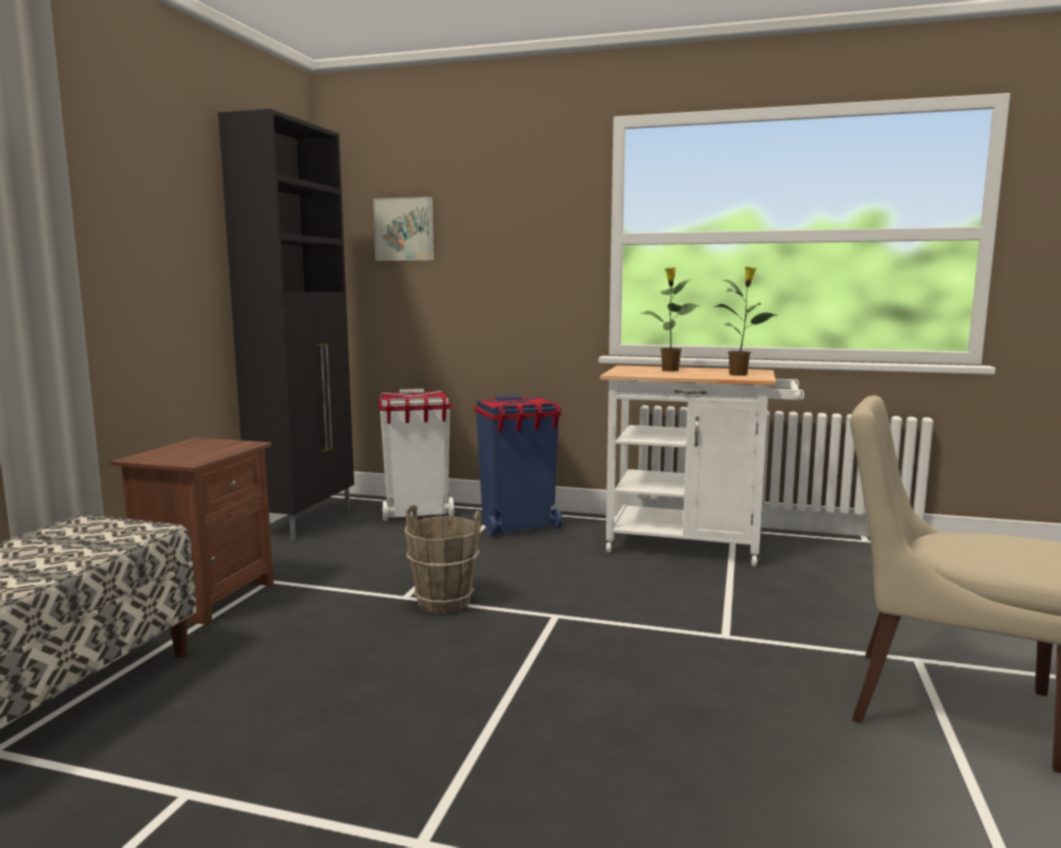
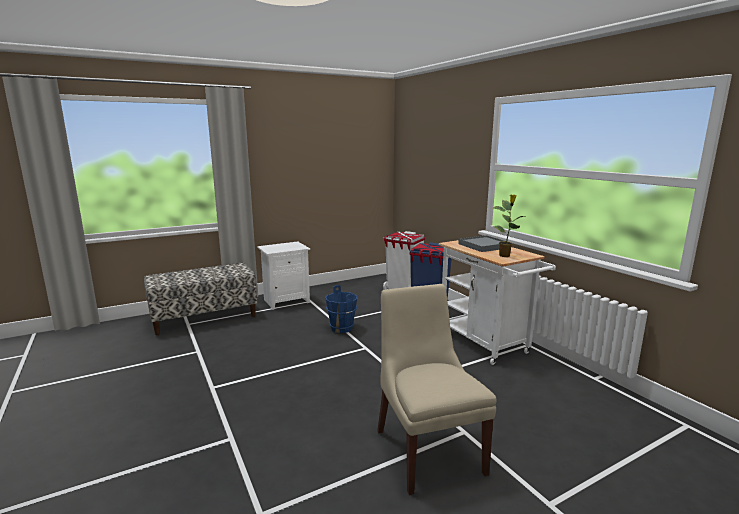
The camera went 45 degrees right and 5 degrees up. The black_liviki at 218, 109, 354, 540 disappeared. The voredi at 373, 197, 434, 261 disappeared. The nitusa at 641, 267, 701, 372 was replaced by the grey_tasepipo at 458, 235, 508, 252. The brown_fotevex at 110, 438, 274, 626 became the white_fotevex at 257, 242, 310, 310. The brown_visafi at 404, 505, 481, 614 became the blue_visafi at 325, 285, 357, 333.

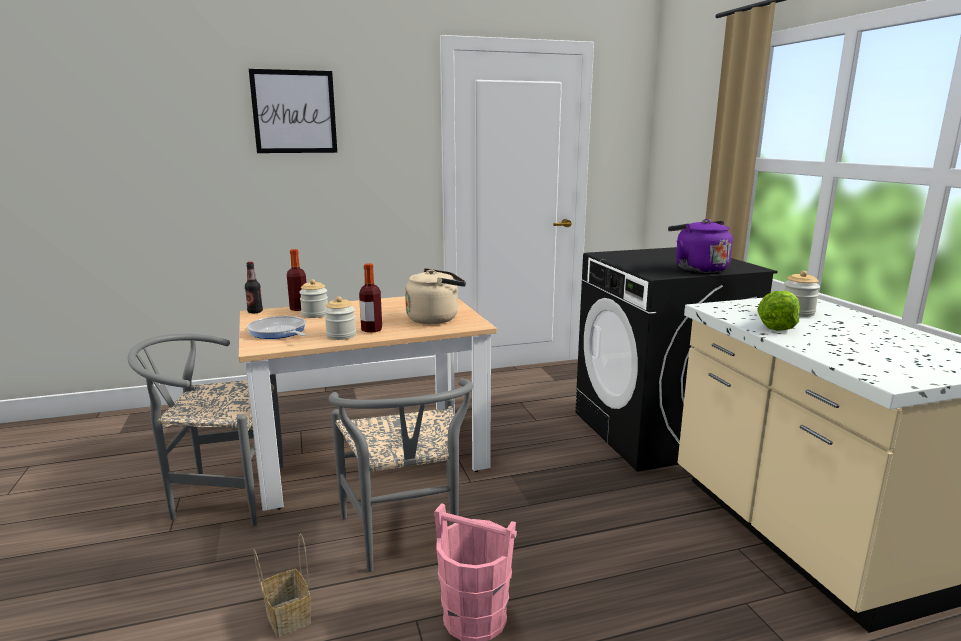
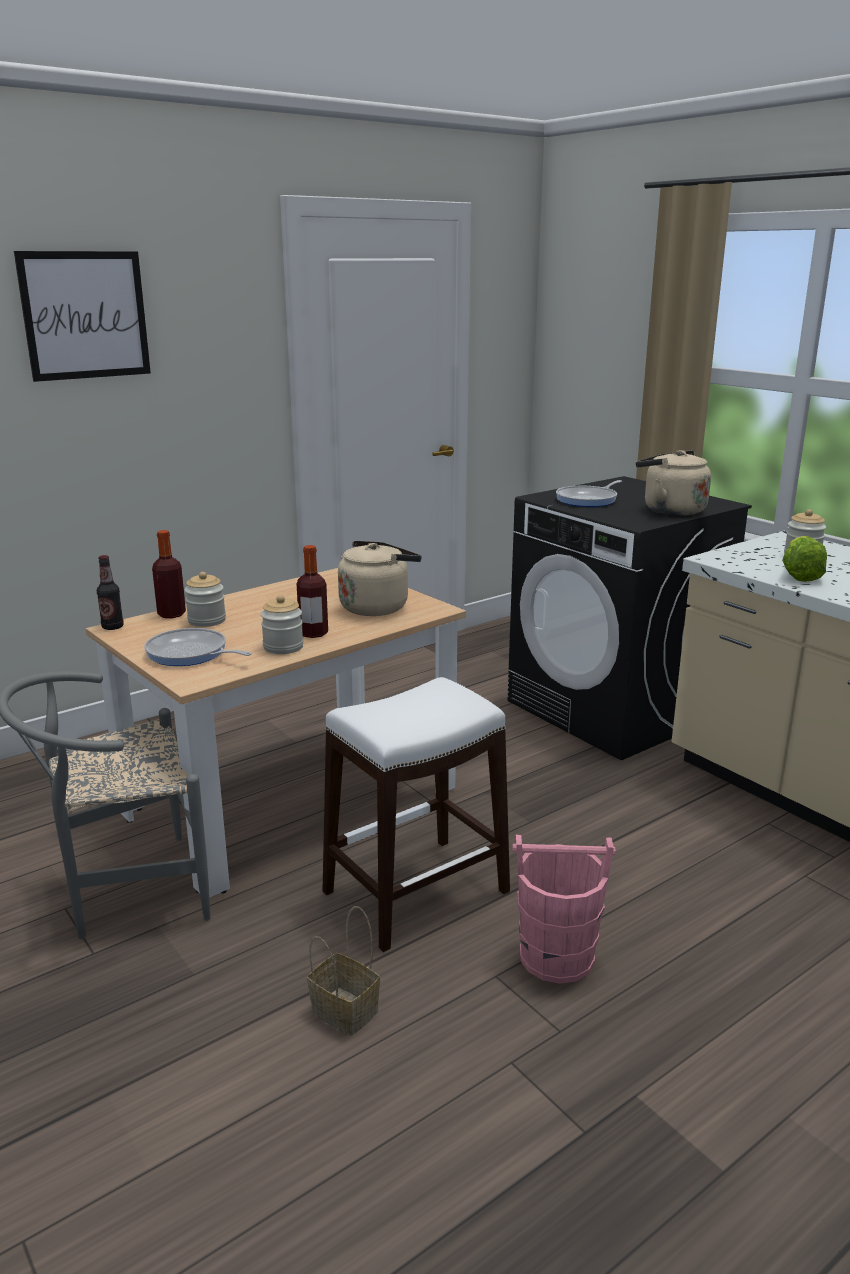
The camera went 20 degrees left and 5 degrees up. The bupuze at 556, 480, 622, 507 appeared. The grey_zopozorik at 329, 378, 473, 572 was replaced by the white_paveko at 323, 677, 510, 952. The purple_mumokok at 668, 219, 733, 273 became the beige_mumokok at 636, 450, 711, 516.

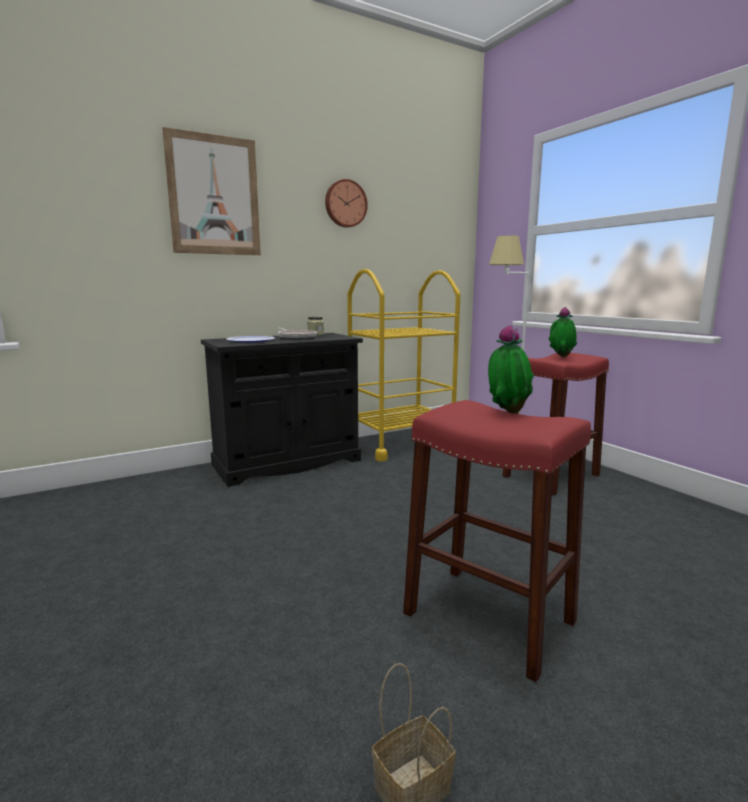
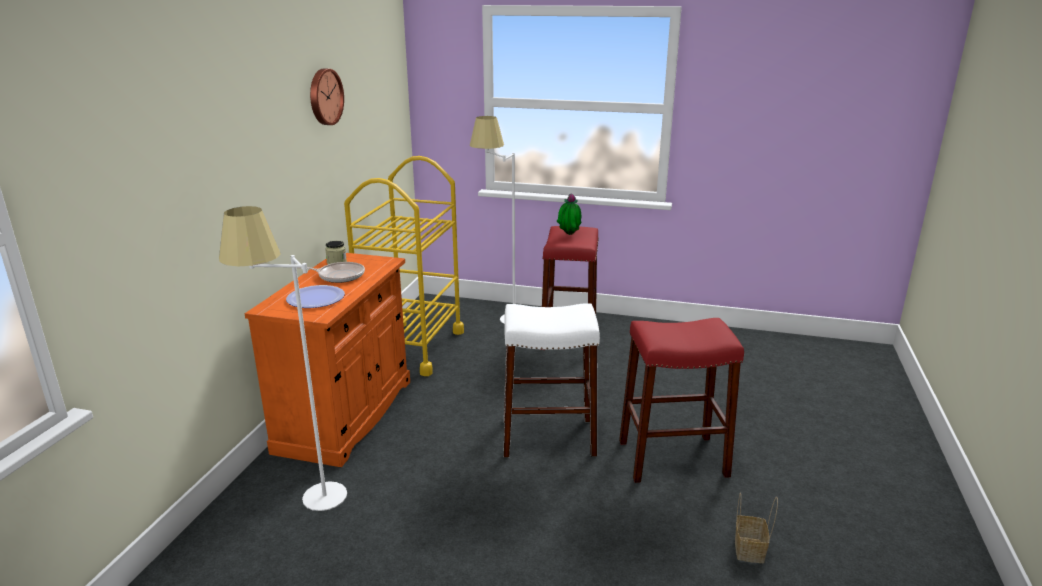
The camera went 45 degrees left and 10 degrees up. The voredi at 162, 127, 261, 255 disappeared. The nitusa at 488, 325, 534, 414 disappeared. The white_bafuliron at 219, 206, 347, 511 appeared. The white_paveko at 503, 303, 600, 458 appeared. The black_liviki at 201, 333, 363, 487 became the orange_liviki at 245, 253, 410, 467.

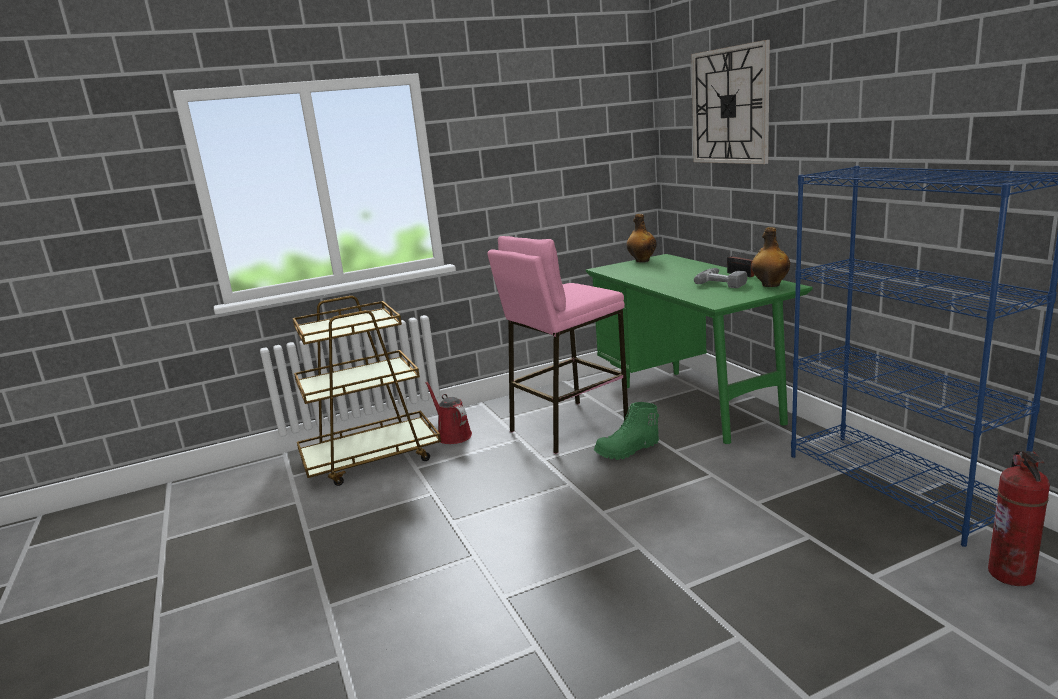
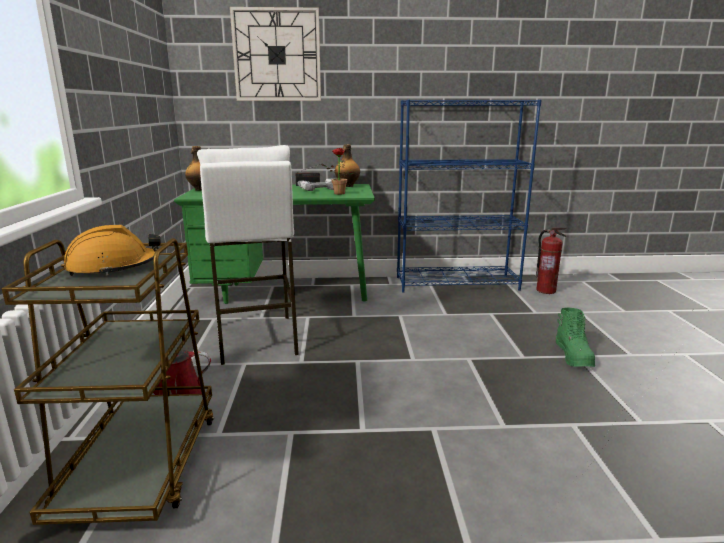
The camera went 70 degrees left and 0 degrees up. The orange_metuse at 64, 225, 161, 276 appeared. The nitusa at 321, 148, 353, 195 appeared. The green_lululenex moved from 594, 402, 659, 460 to 556, 308, 595, 367. The pink_paveko at 487, 236, 628, 454 became the white_paveko at 197, 145, 299, 365.

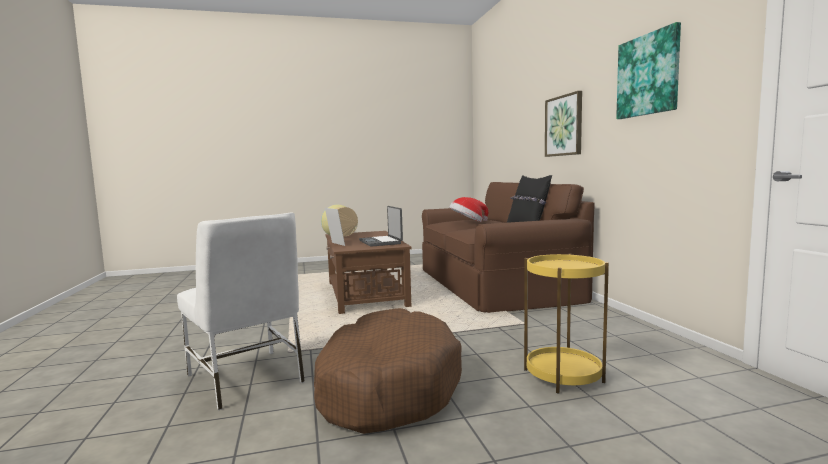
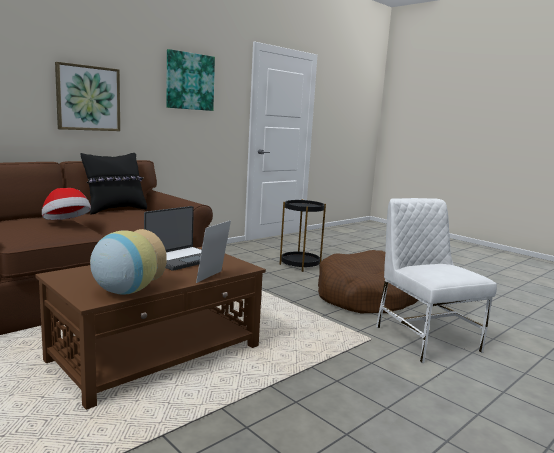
The camera went 120 degrees left and 5 degrees up. The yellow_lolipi at 524, 253, 609, 393 became the black_lolipi at 280, 199, 326, 272. The white_zopozorik at 177, 213, 305, 411 turned 45 degrees counterclockwise.

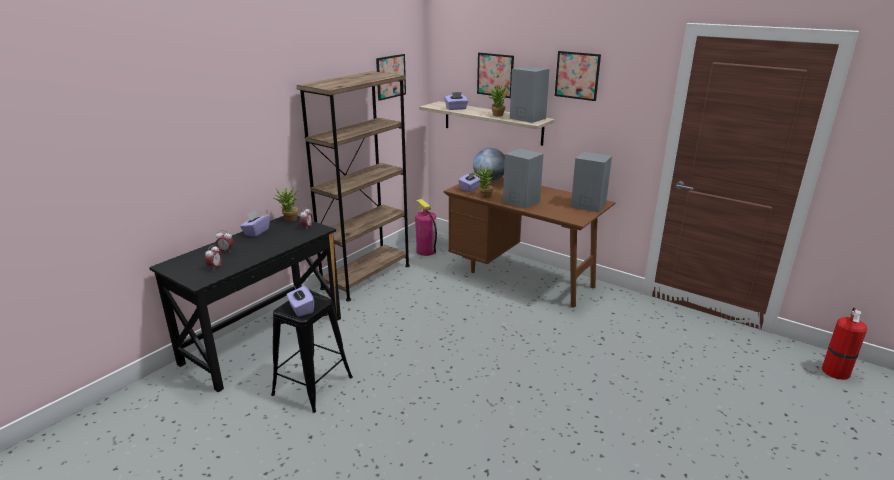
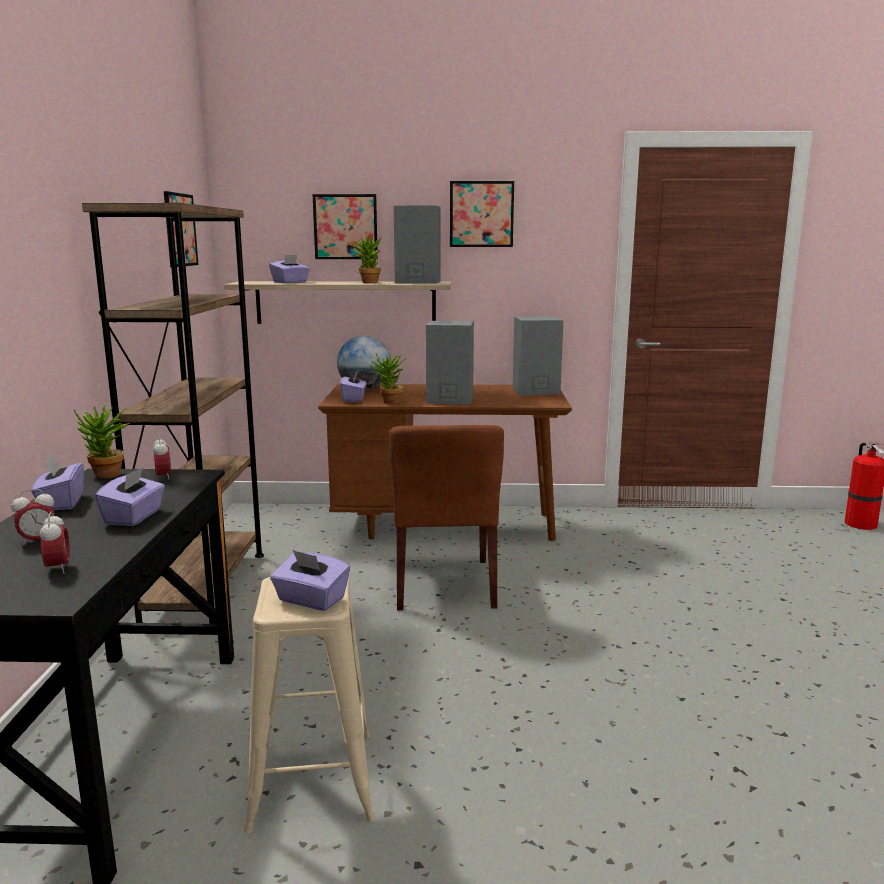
The camera went 35 degrees left and 10 degrees down. The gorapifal at 415, 199, 437, 256 disappeared. The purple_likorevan at 95, 467, 165, 526 appeared. The brown_zopozorik at 389, 425, 504, 610 appeared. The black_paveko at 271, 294, 353, 413 became the beige_paveko at 245, 577, 375, 833.

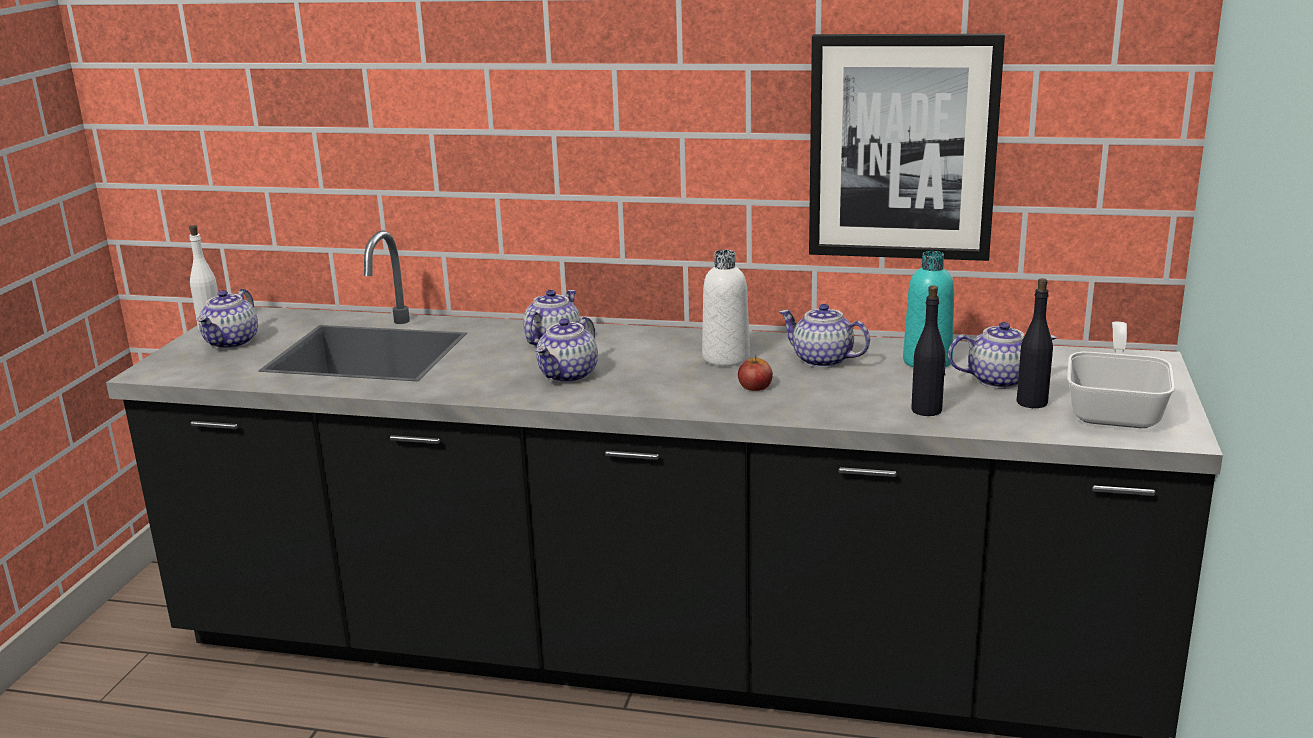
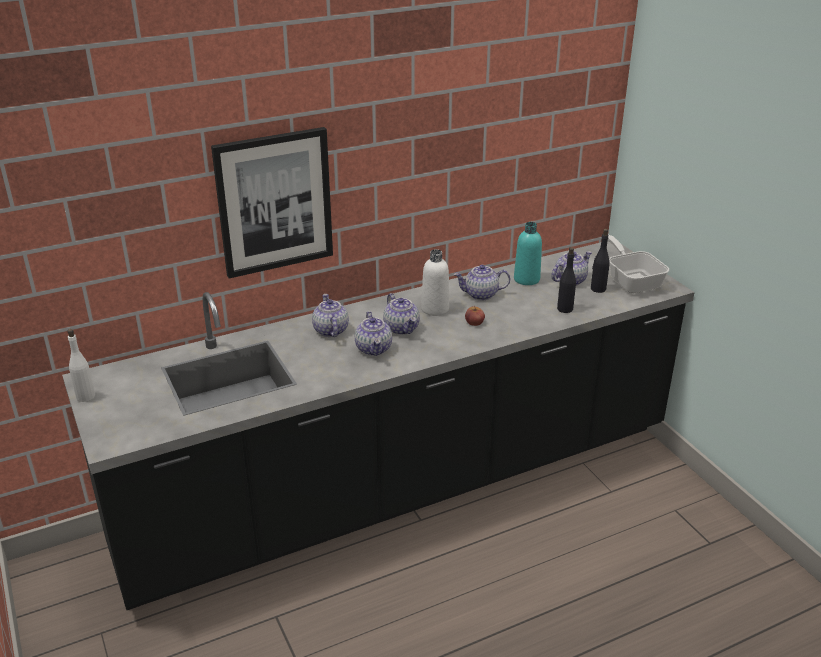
The camera went 40 degrees left and 10 degrees up. The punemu moved from 197, 289, 258, 349 to 383, 293, 420, 335. The voredi moved from 809, 34, 1005, 261 to 211, 127, 333, 278.

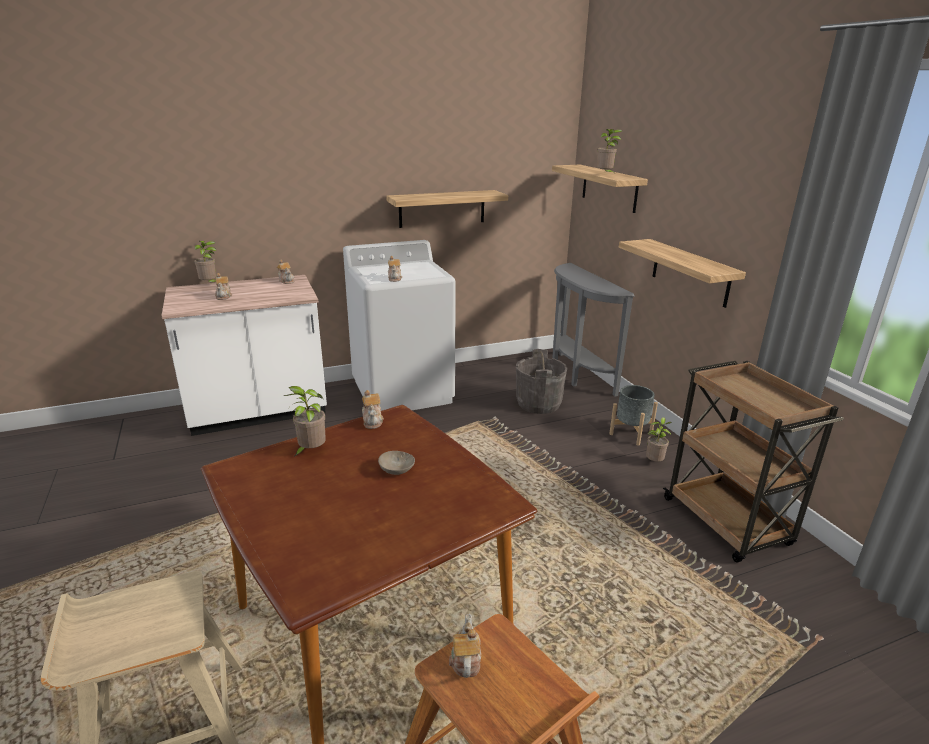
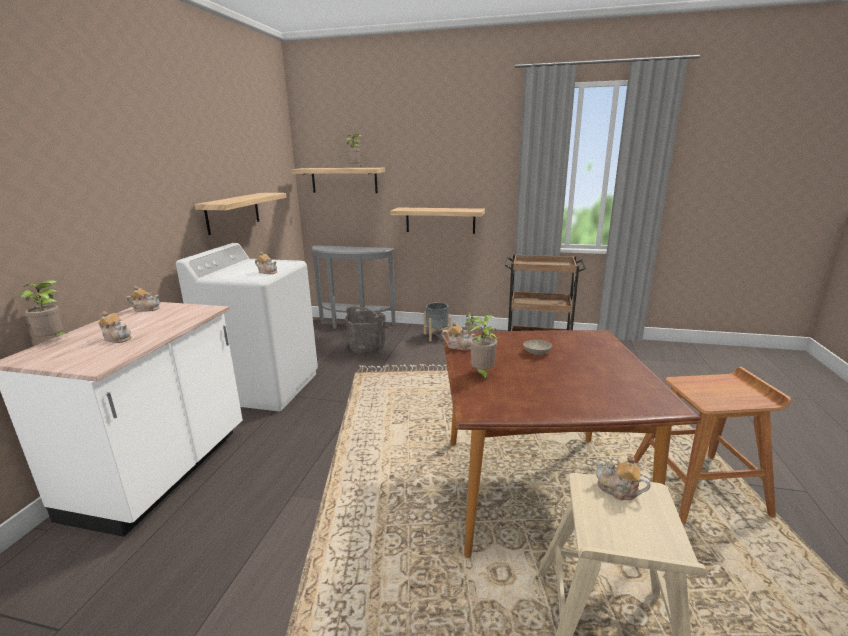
The camera went 55 degrees left and 5 degrees down. The punemu moved from 449, 614, 481, 678 to 595, 455, 651, 501.

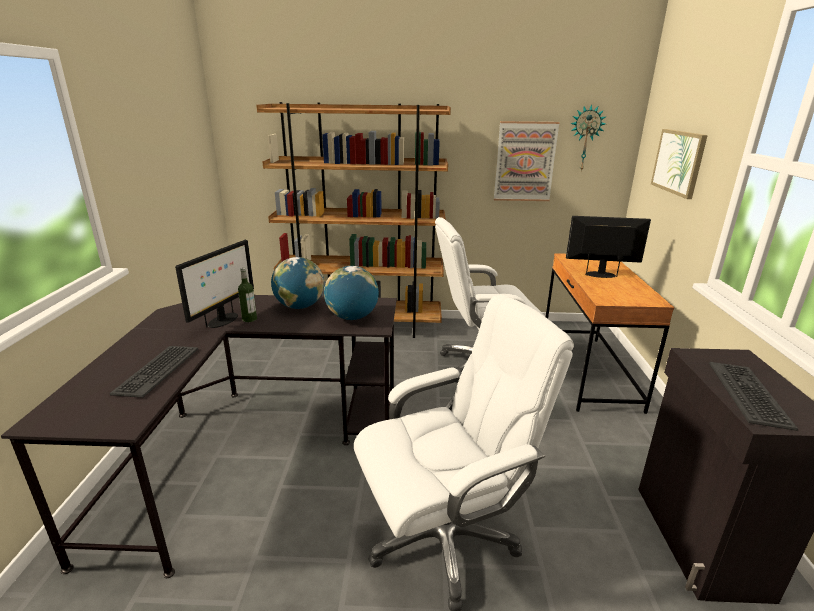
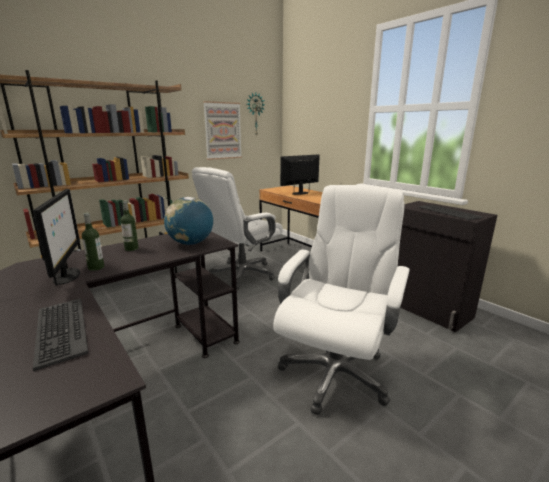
The camera went 40 degrees left and 5 degrees down. The voredi at 651, 129, 708, 199 disappeared. The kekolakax at 271, 257, 324, 309 was replaced by the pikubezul at 120, 200, 139, 251.

